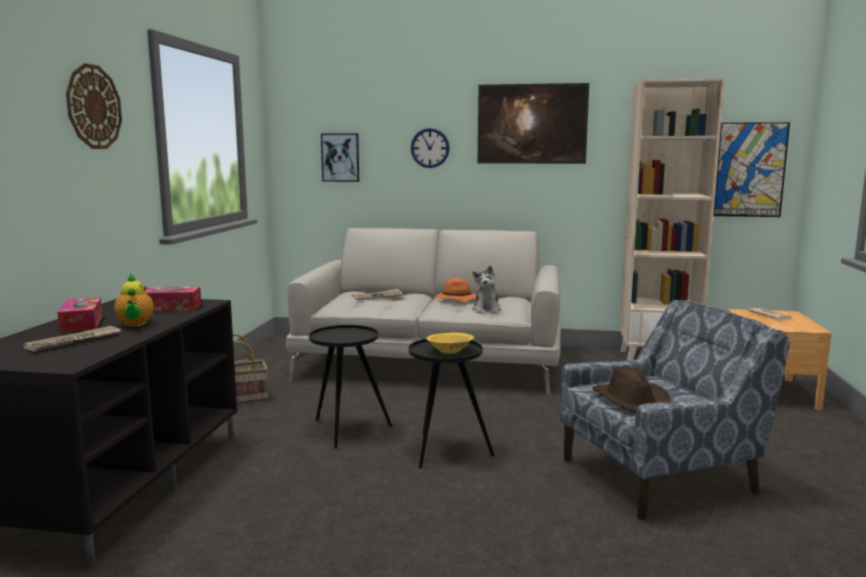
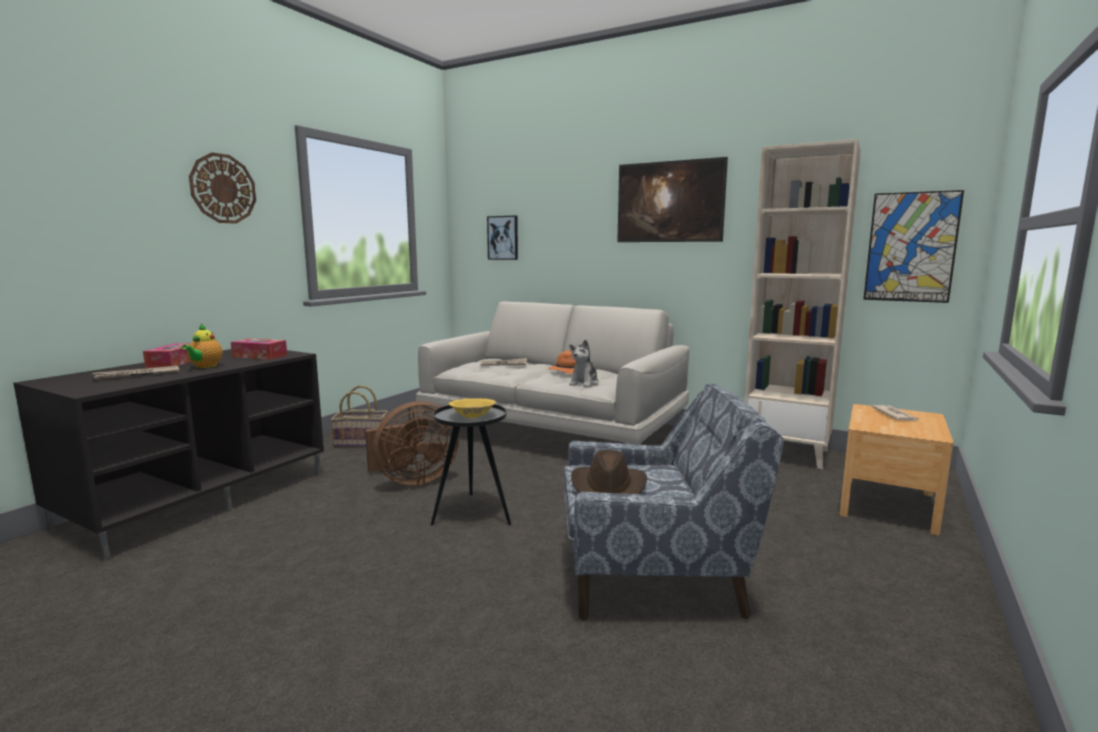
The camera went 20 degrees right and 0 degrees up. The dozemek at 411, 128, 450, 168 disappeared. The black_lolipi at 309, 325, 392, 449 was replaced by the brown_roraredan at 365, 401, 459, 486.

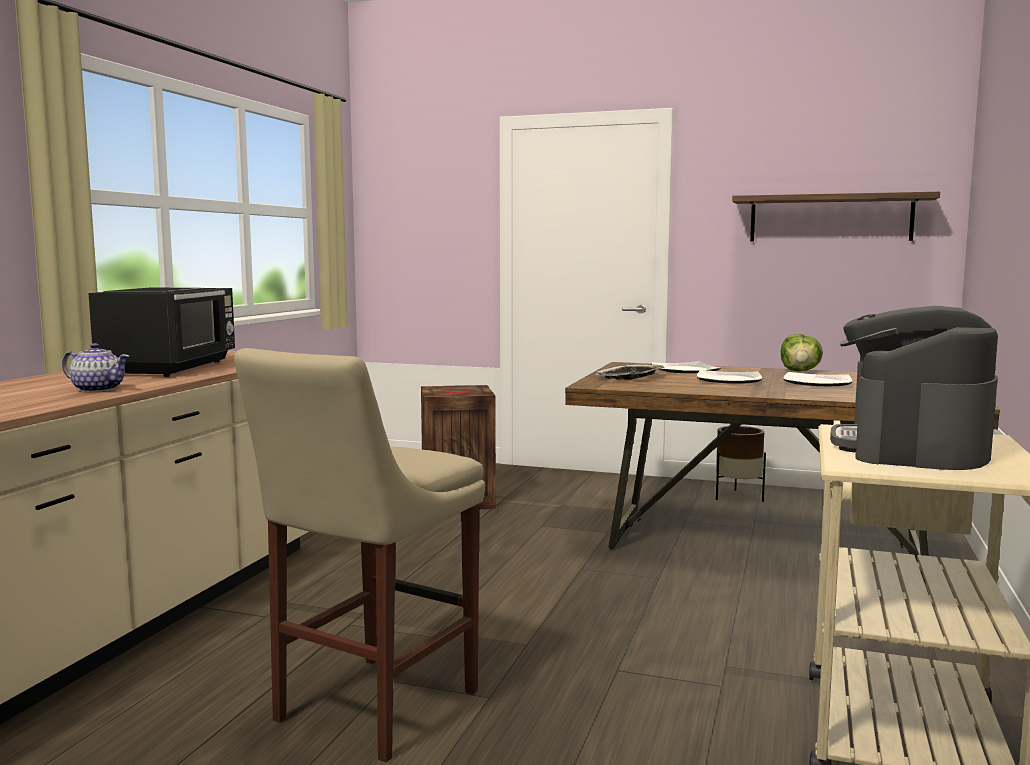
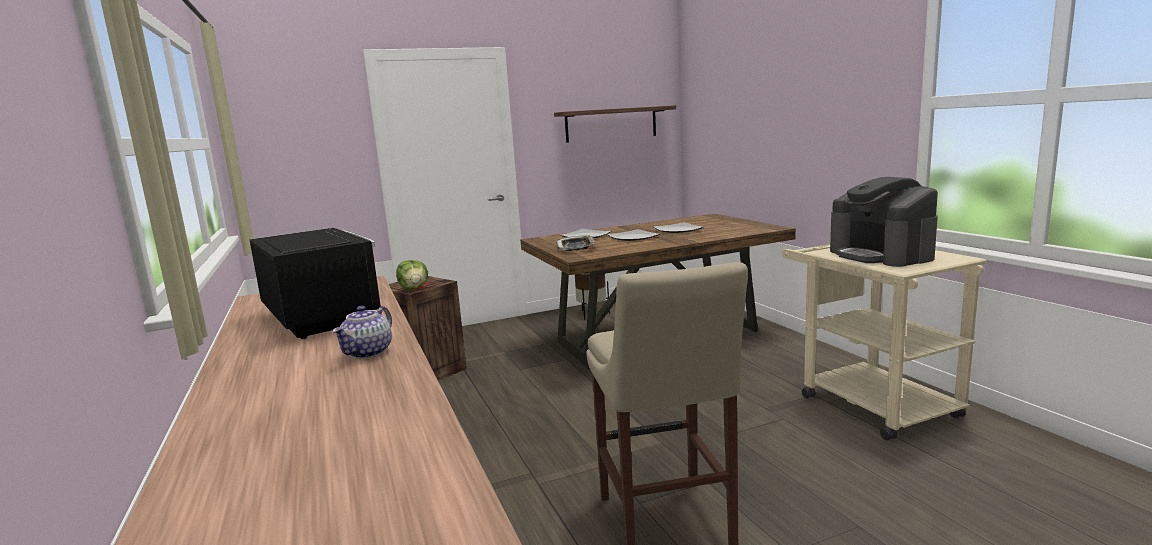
The camera went 40 degrees left and 5 degrees up. The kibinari moved from 781, 334, 823, 371 to 396, 260, 428, 289. The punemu at 62, 343, 129, 392 turned 135 degrees clockwise.

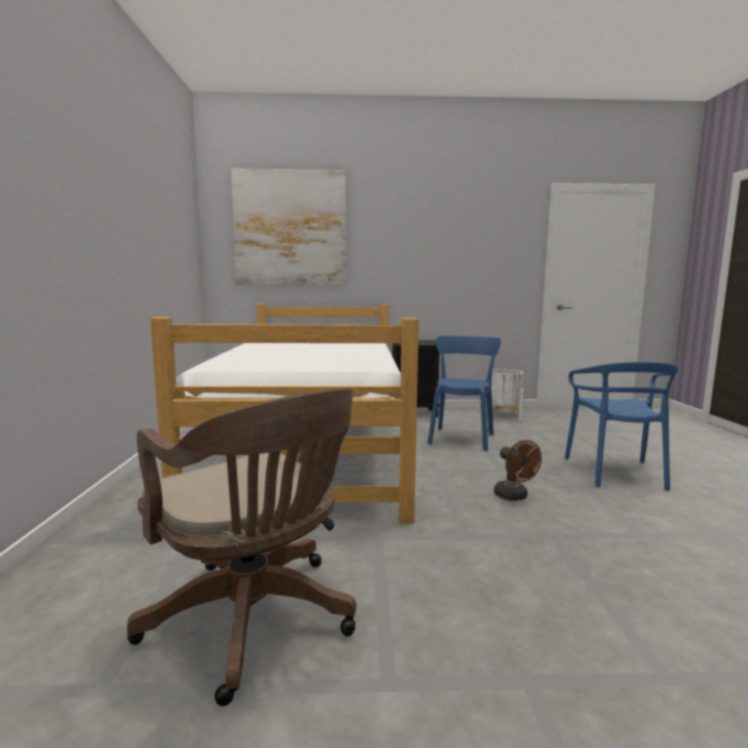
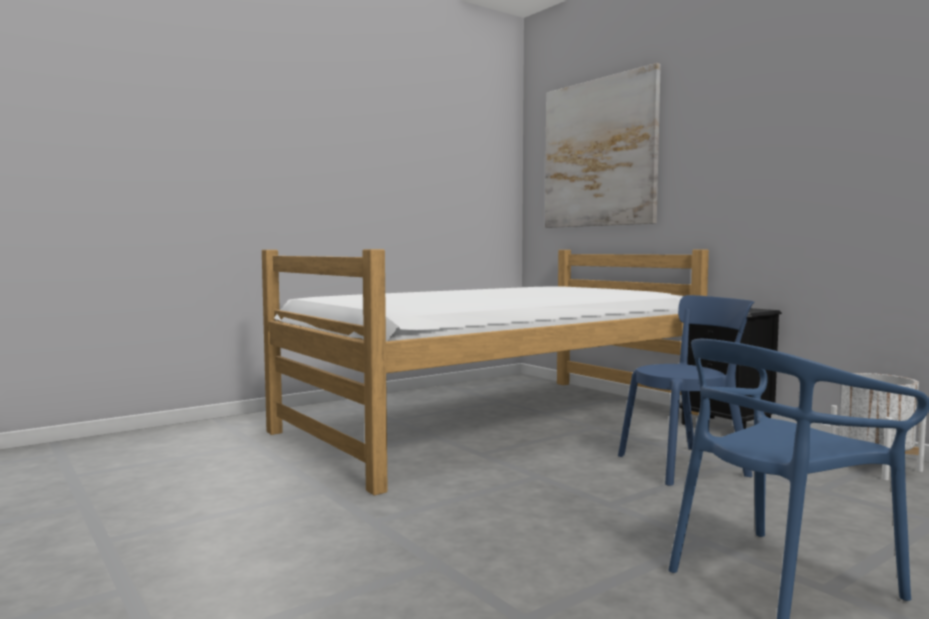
The camera went 55 degrees right and 5 degrees down. The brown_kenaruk at 127, 389, 356, 706 disappeared. The brown_roraredan at 494, 440, 542, 501 disappeared.

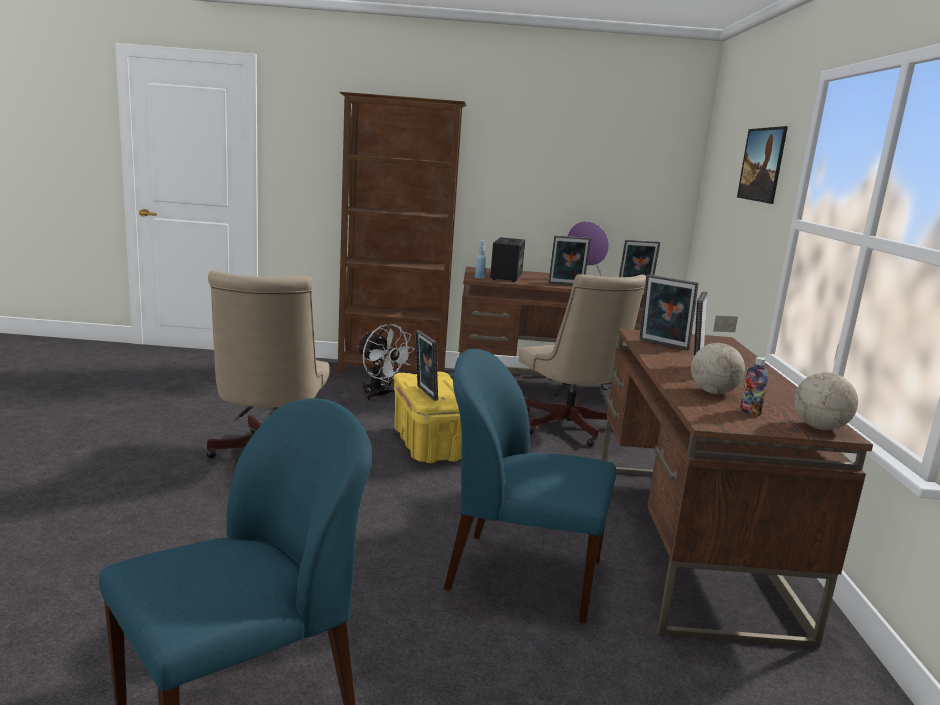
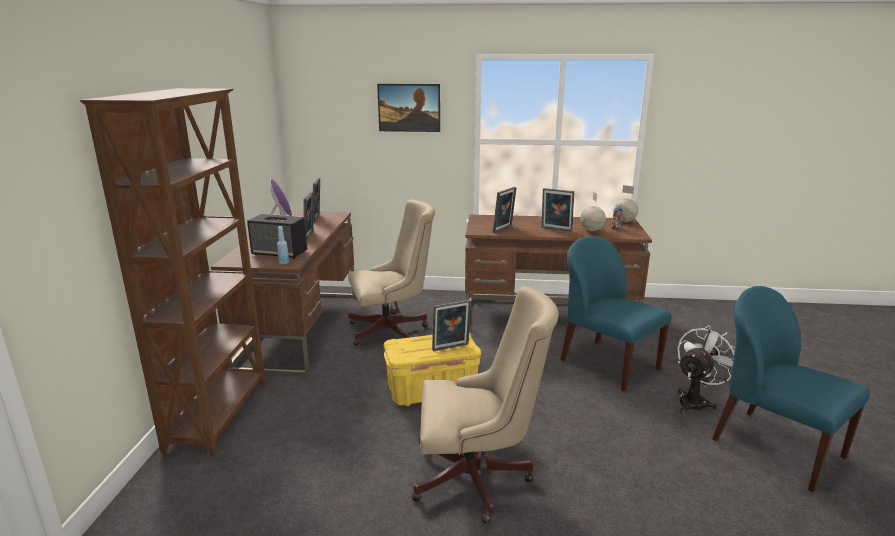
The camera went 85 degrees left and 5 degrees up. The white_roraredan moved from 357, 323, 415, 400 to 678, 325, 735, 414. The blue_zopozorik at 444, 349, 616, 623 turned 120 degrees clockwise.

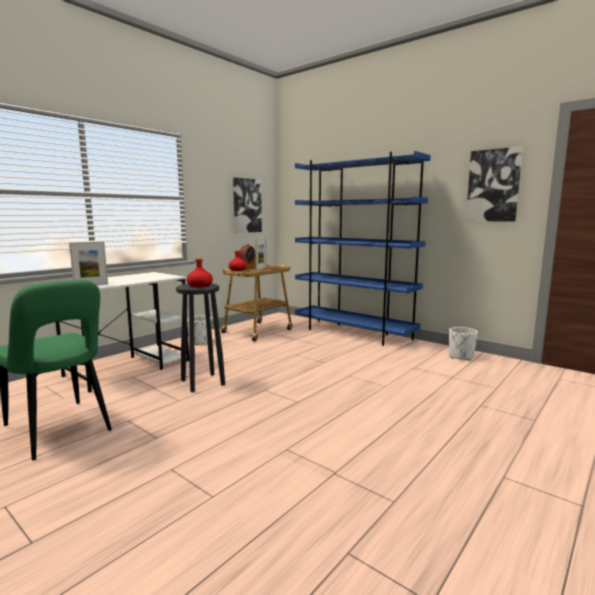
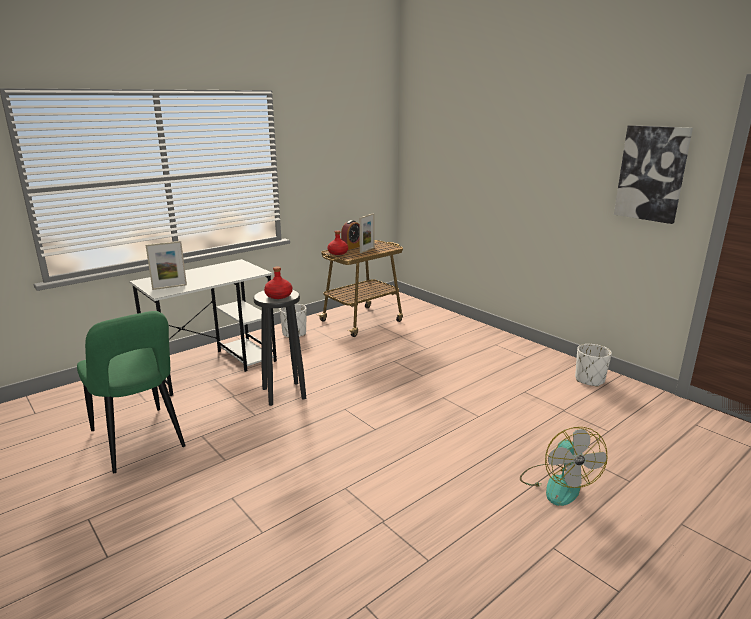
The camera went 10 degrees right and 10 degrees up. The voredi at 233, 178, 262, 233 disappeared. The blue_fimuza at 295, 151, 431, 346 disappeared. The roraredan at 520, 427, 608, 506 appeared.

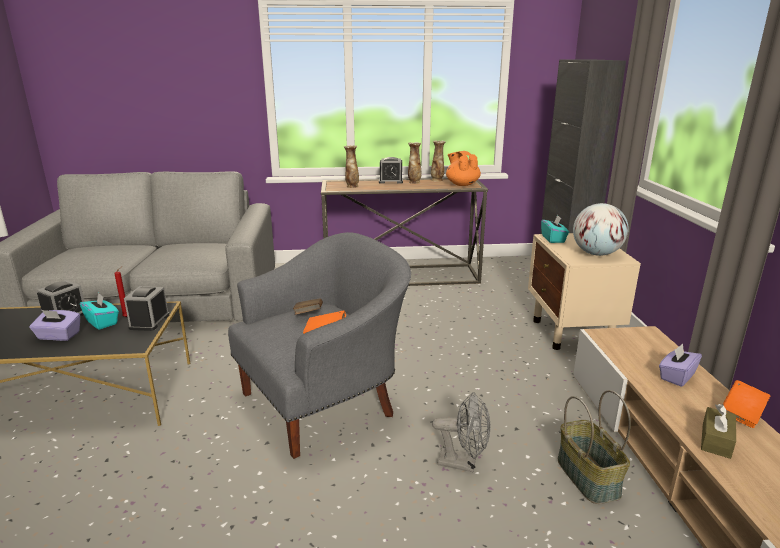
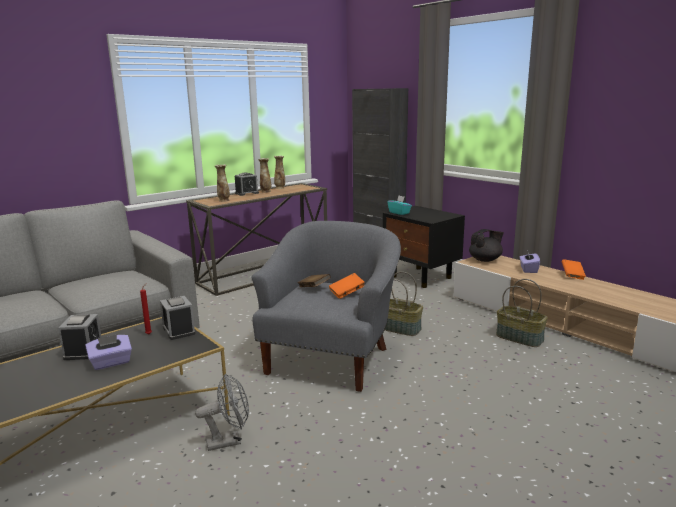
The camera went 35 degrees left and 5 degrees down. The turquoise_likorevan at 80, 293, 119, 330 disappeared. The orange_punemu at 446, 151, 481, 186 disappeared. The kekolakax at 573, 203, 629, 256 disappeared. The brown_likorevan at 701, 404, 736, 459 disappeared. The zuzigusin at 385, 272, 423, 336 appeared. The black_punemu at 469, 229, 504, 262 appeared. The grey_roraredan moved from 432, 392, 491, 472 to 195, 374, 249, 451. The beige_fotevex at 528, 233, 641, 350 became the black_fotevex at 383, 206, 465, 288.

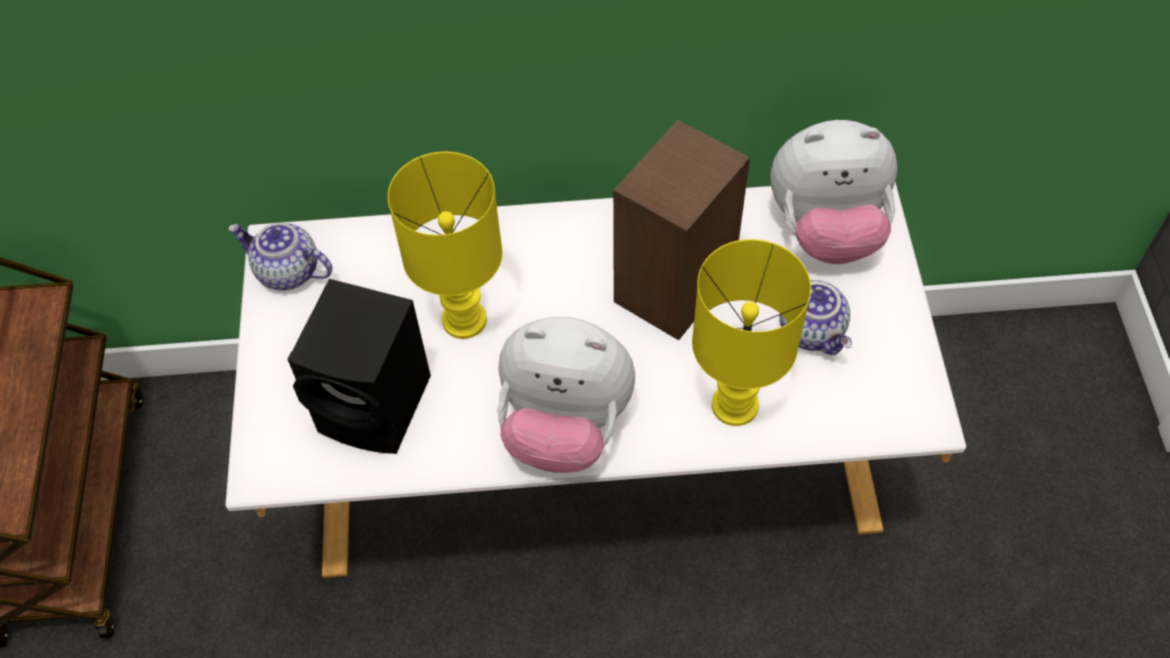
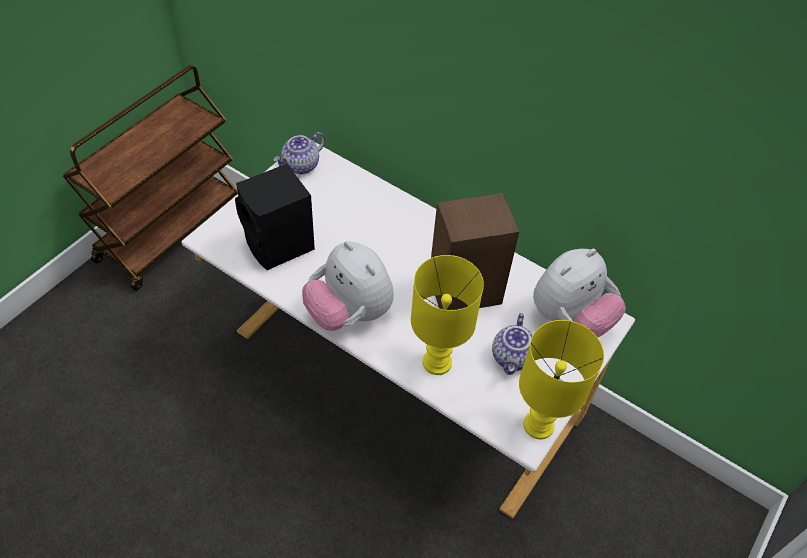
The camera went 35 degrees right and 5 degrees down. The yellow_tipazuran moved from 388, 152, 503, 339 to 519, 320, 604, 439. The punemu at 228, 223, 332, 290 turned 105 degrees counterclockwise. The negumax at 771, 120, 897, 264 turned 75 degrees counterclockwise.

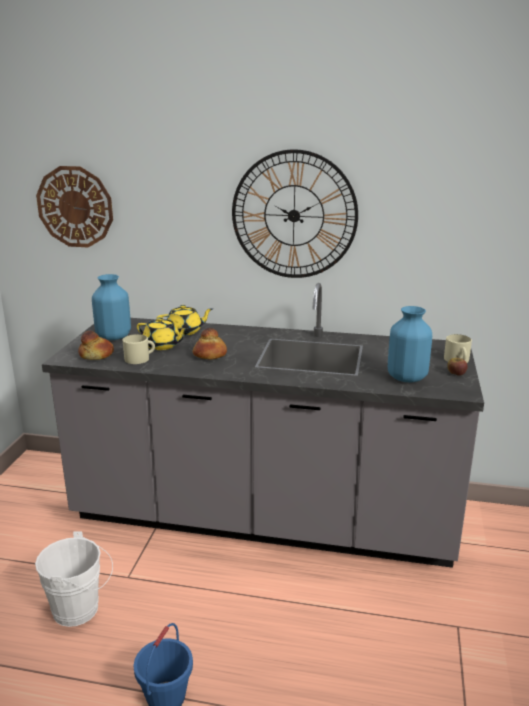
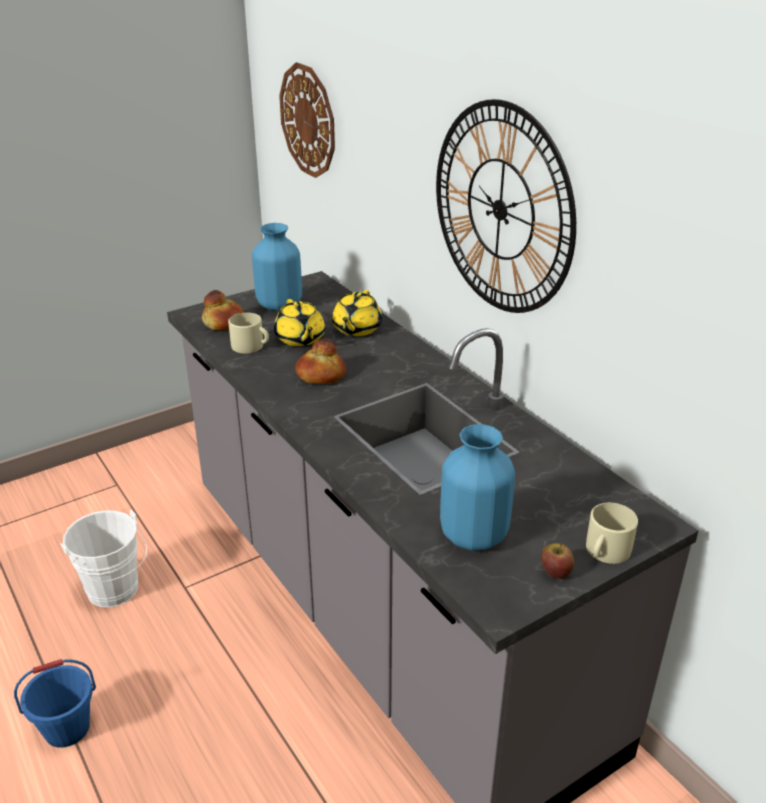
The camera went 45 degrees right and 10 degrees up. The yellow_punemu at 157, 305, 213, 336 turned 75 degrees clockwise.

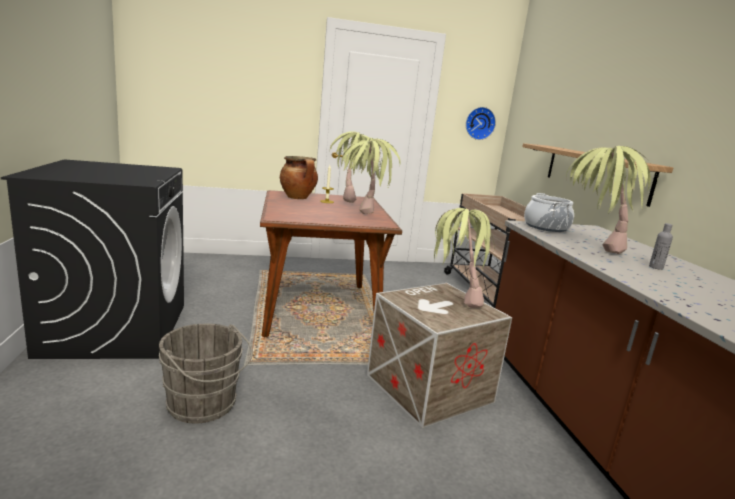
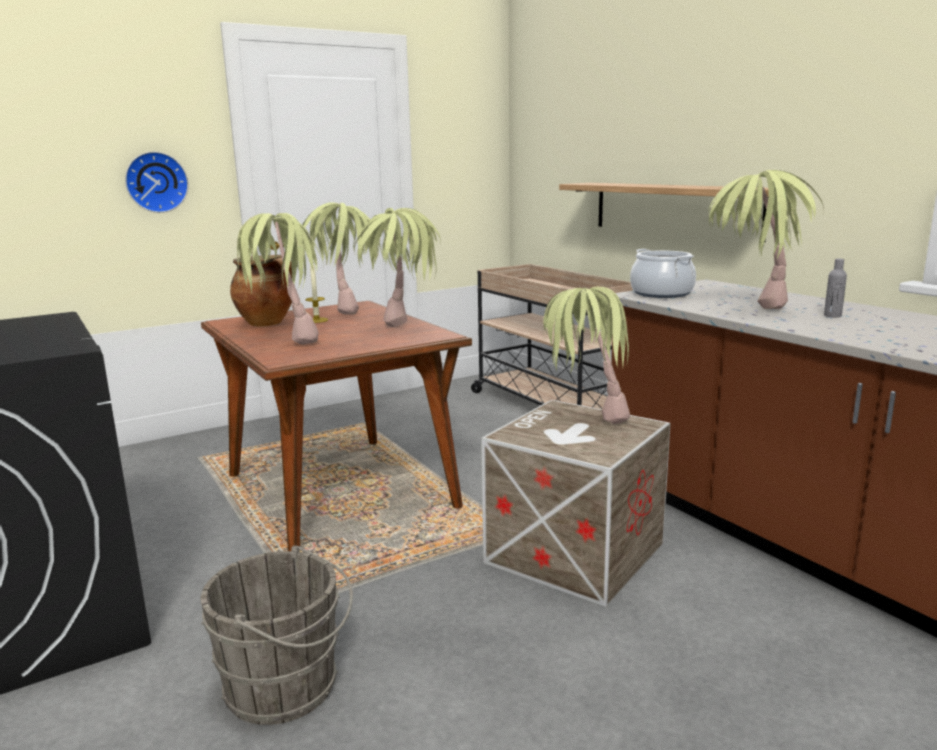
The camera went 20 degrees left and 0 degrees up. The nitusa at 237, 213, 323, 344 appeared. The dozemek moved from 466, 107, 496, 140 to 125, 151, 189, 213.

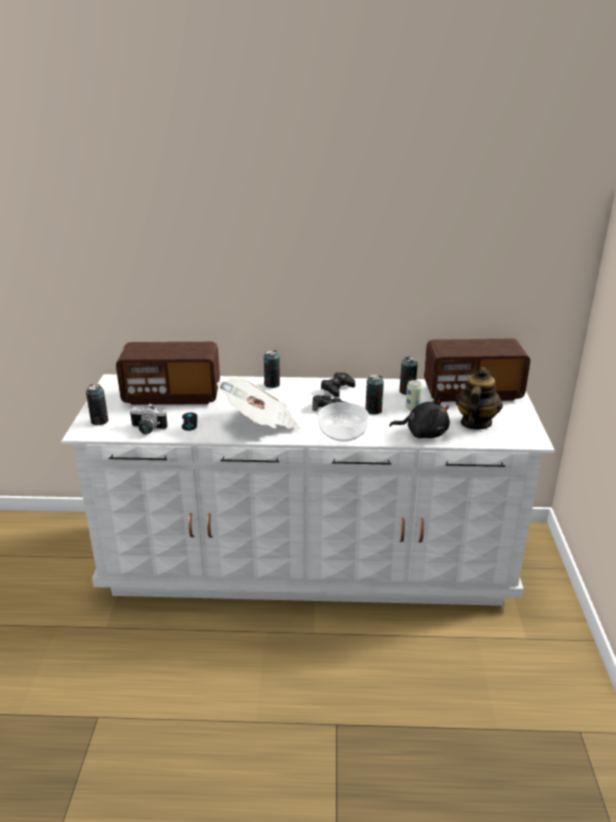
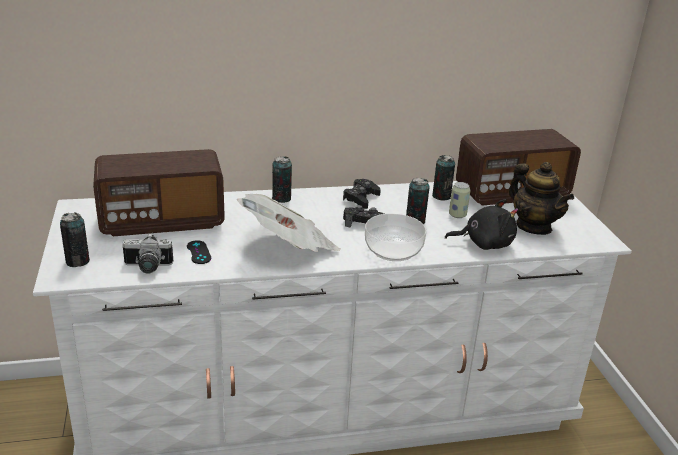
The camera went 15 degrees left and 0 degrees up. The punemu at 456, 367, 503, 429 turned 135 degrees clockwise.

